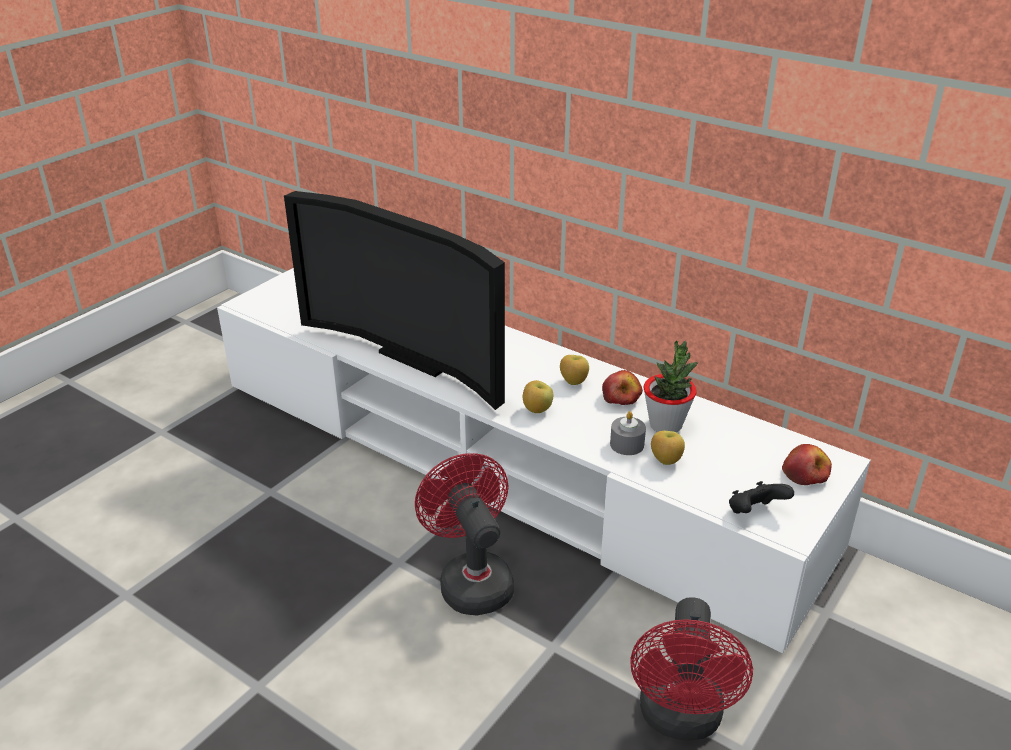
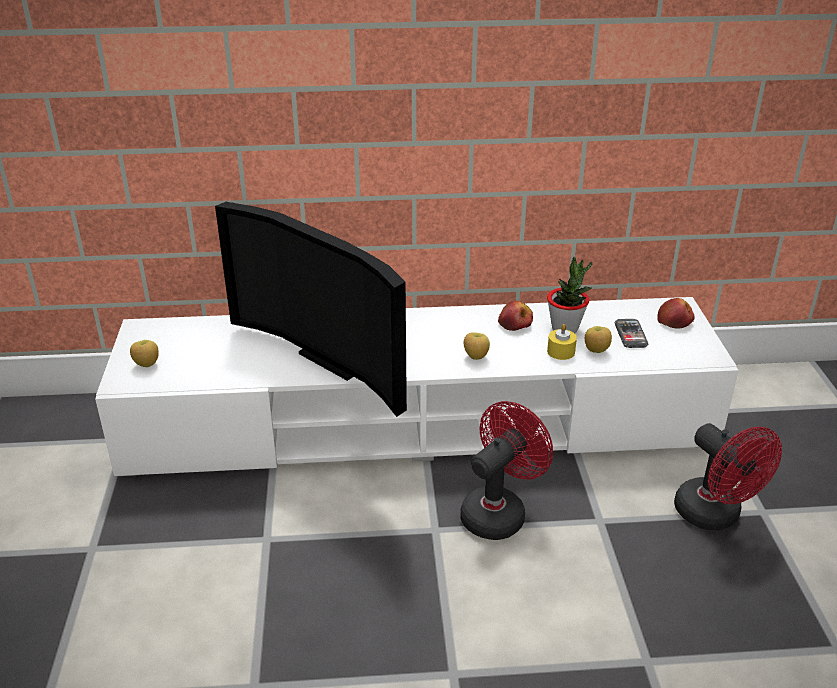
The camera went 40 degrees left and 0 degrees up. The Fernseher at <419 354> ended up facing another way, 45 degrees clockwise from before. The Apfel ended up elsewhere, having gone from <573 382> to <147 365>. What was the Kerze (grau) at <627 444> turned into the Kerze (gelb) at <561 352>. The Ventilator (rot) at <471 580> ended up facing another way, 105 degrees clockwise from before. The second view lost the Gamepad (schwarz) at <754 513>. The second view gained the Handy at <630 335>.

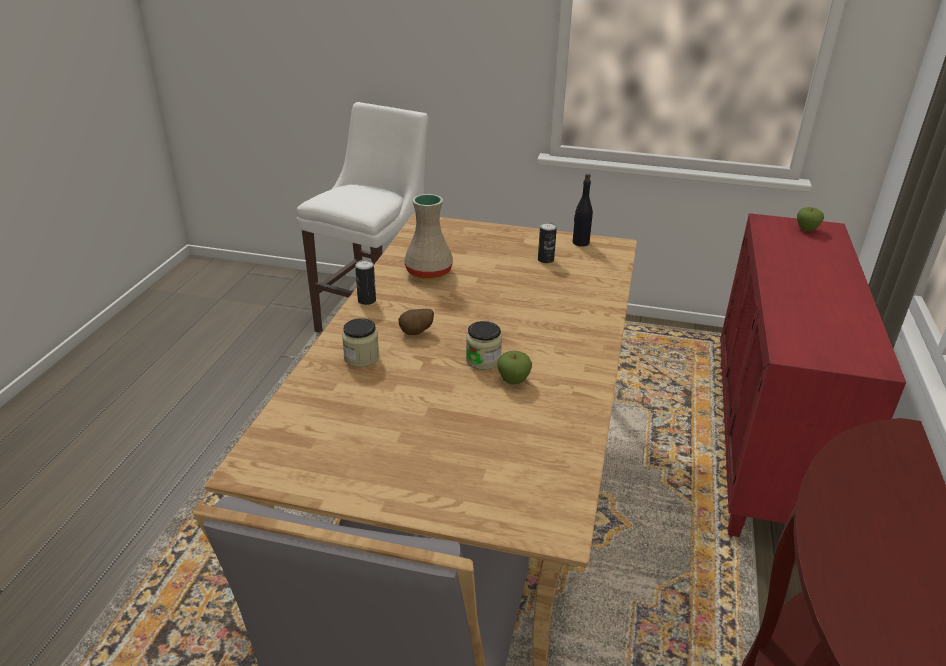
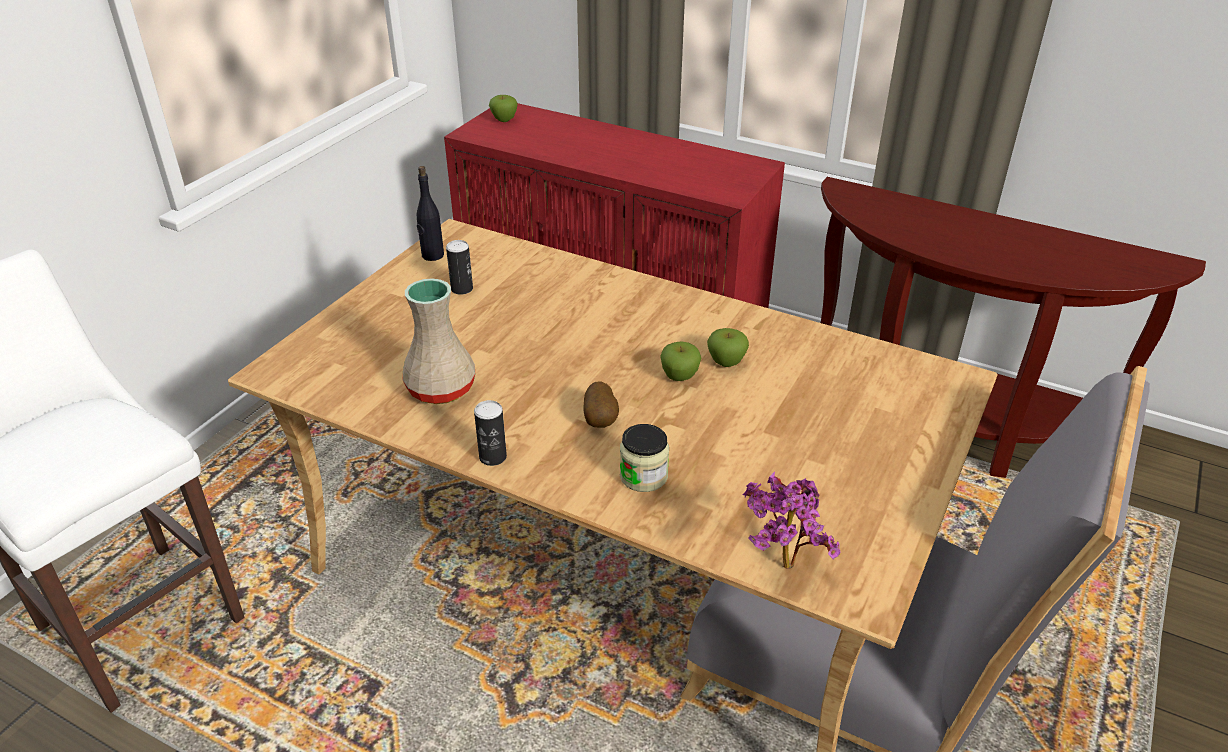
The camera went 75 degrees left and 5 degrees up. Where the Vorratsglas stood at <483 360>, the Apfel came to stand at <679 377>. The second view gained the Topfpflanze at <780 569>.

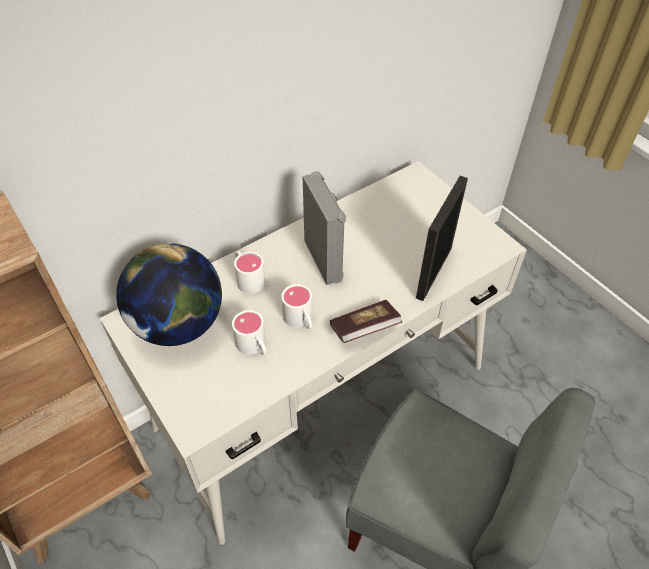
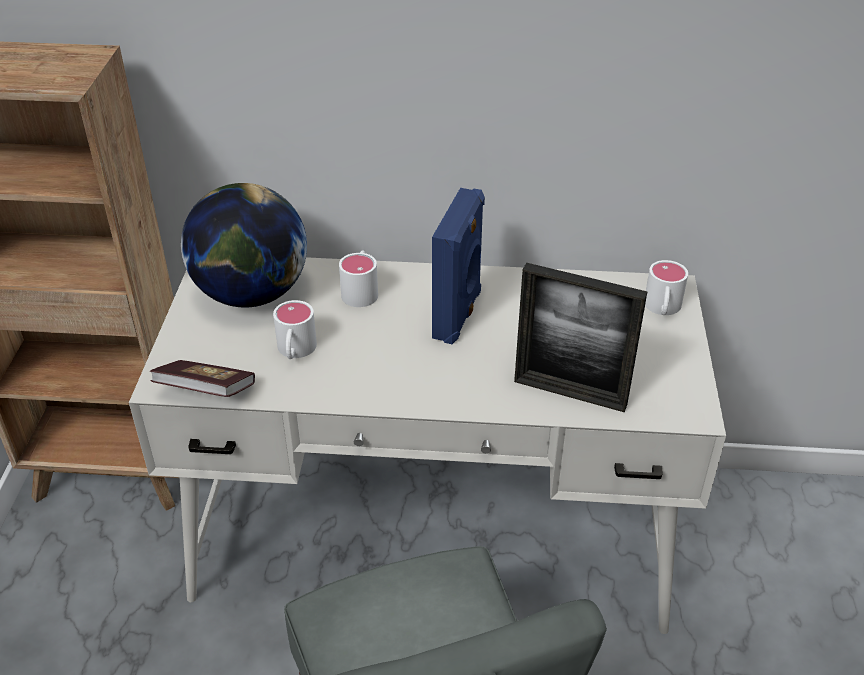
The camera went 40 degrees right and 10 degrees down. What was the Lautsprecher (grau) at <324 260> turned into the Lautsprecher (blau) at <459 315>. The Bilderrahmen at <434 272> ended up facing another way, 135 degrees counterclockwise from before. The Henkelbecher (weiß) ended up elsewhere, having gone from <300 320> to <662 309>. The Buch ended up elsewhere, having gone from <364 329> to <206 392>.

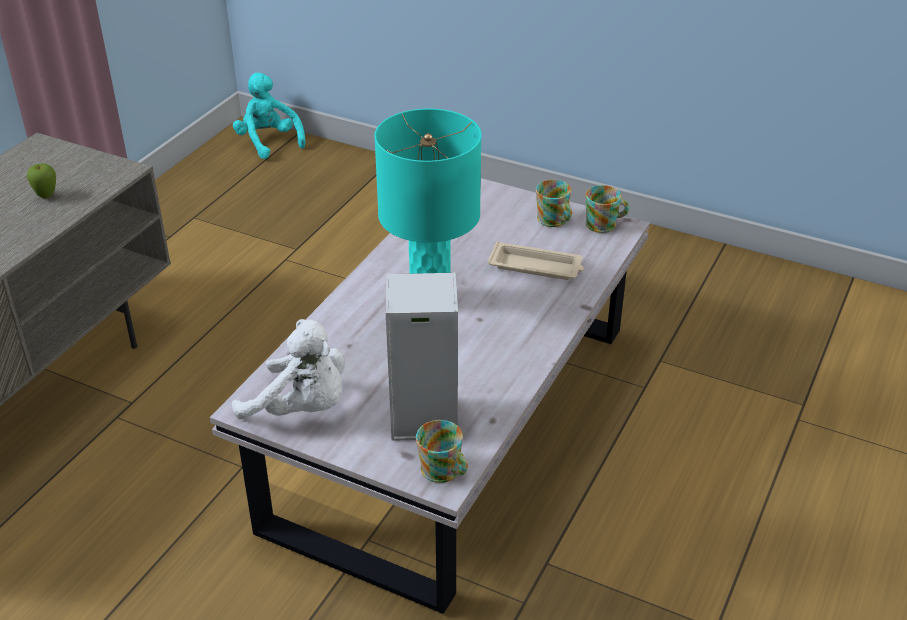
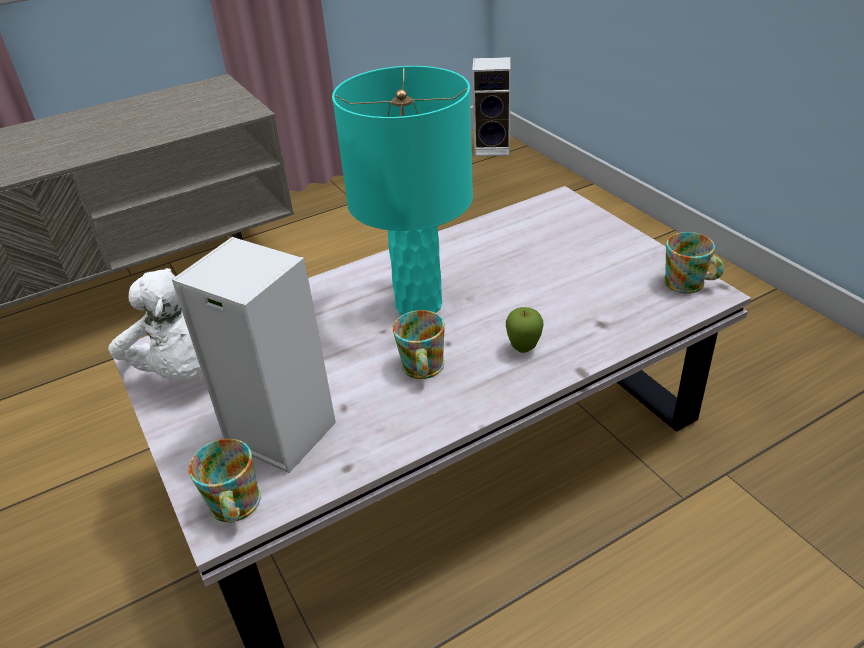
The camera went 35 degrees right and 0 degrees up. Where the Plüschtier (türkis) stood at <268 142>, the Lautsprecher came to stand at <494 148>. The Apfel ended up elsewhere, having gone from <46 196> to <523 349>. The Henkelbecher ended up elsewhere, having gone from <554 221> to <422 369>. The second view lost the Tablett (beige) at <537 267>.

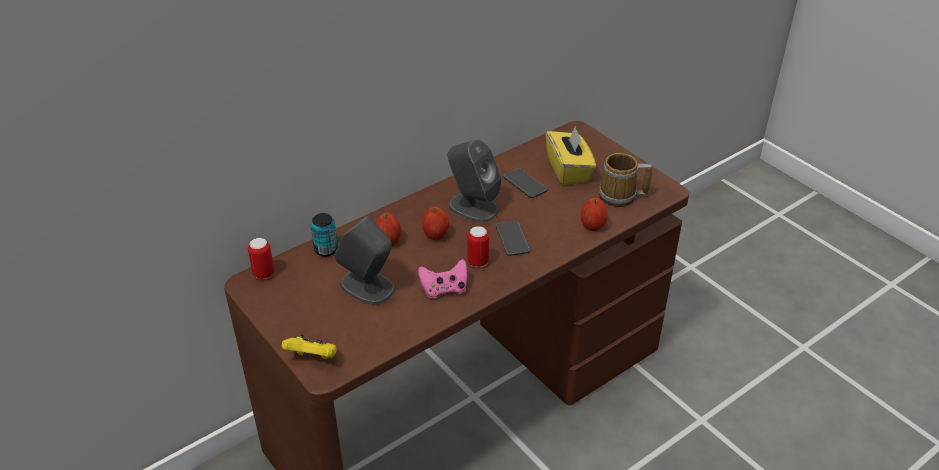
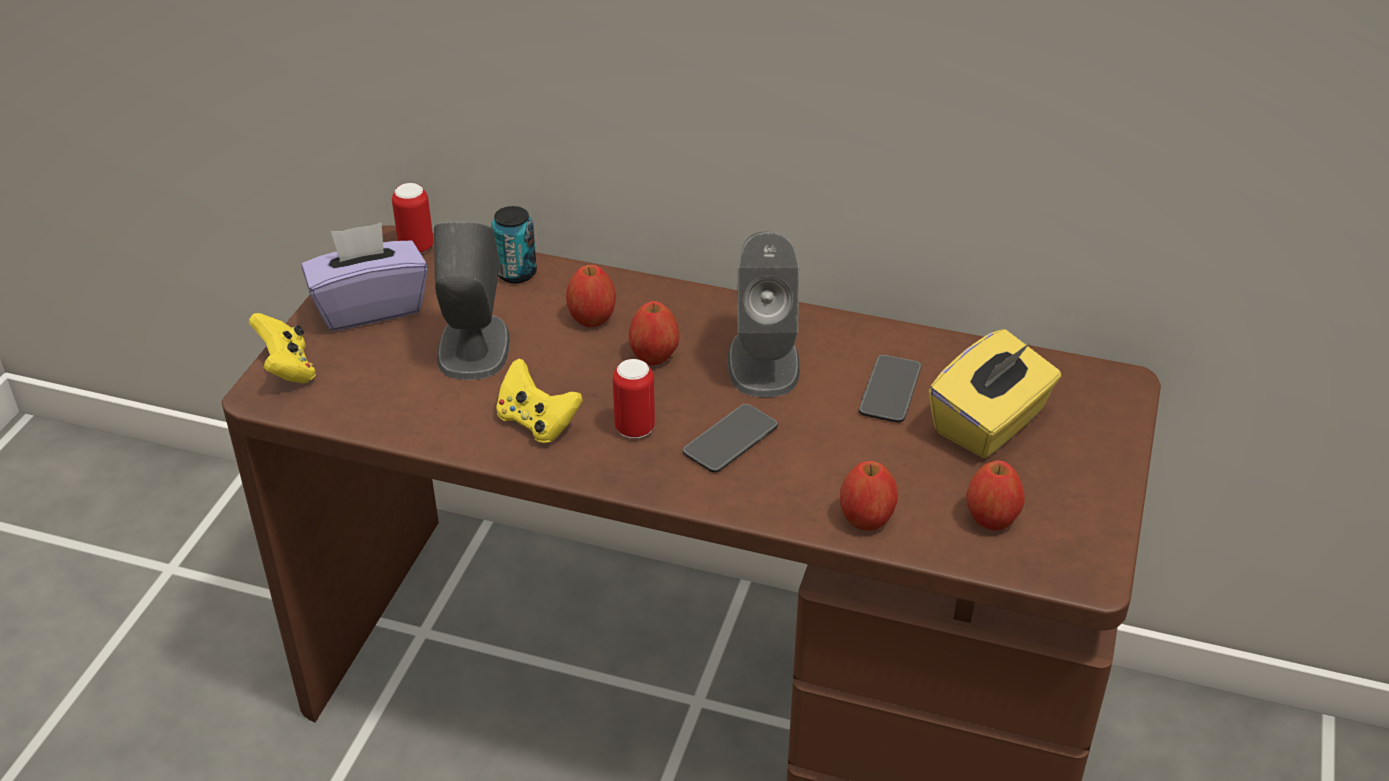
The camera went 55 degrees right and 0 degrees up. Where the Henkelbecher stood at <620 196>, the Apfel came to stand at <991 519>. What was the Gamepad (rosa) at <444 289> turned into the Gamepad (gelb) at <537 423>. The second view gained the Taschentuchbox (lila) at <370 307>.

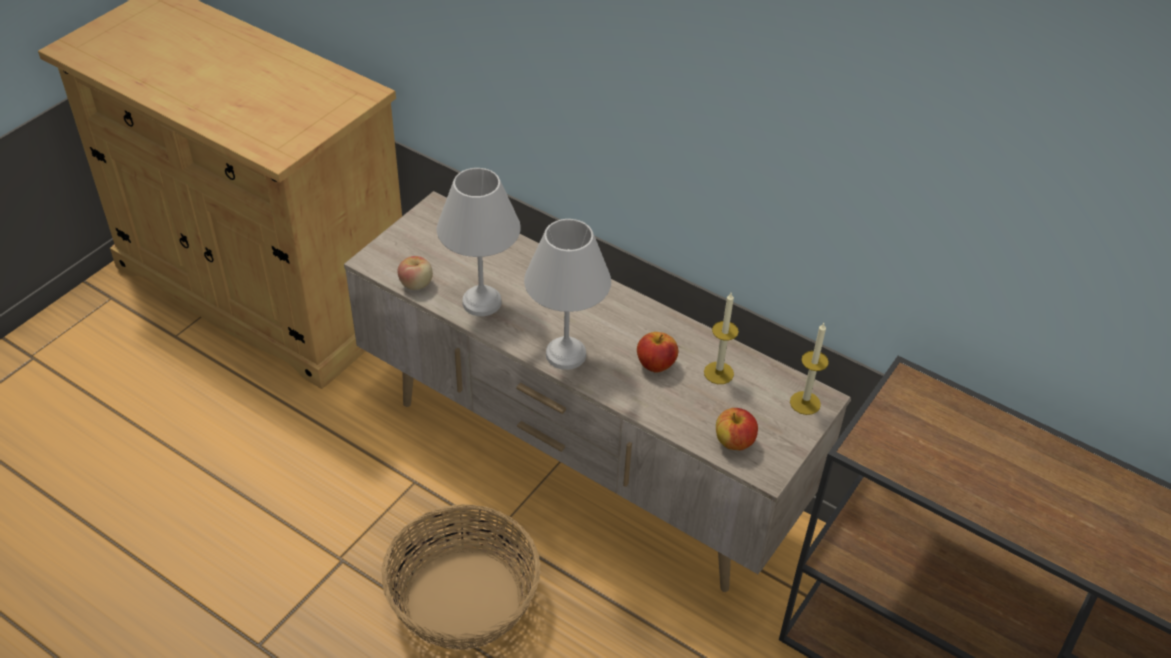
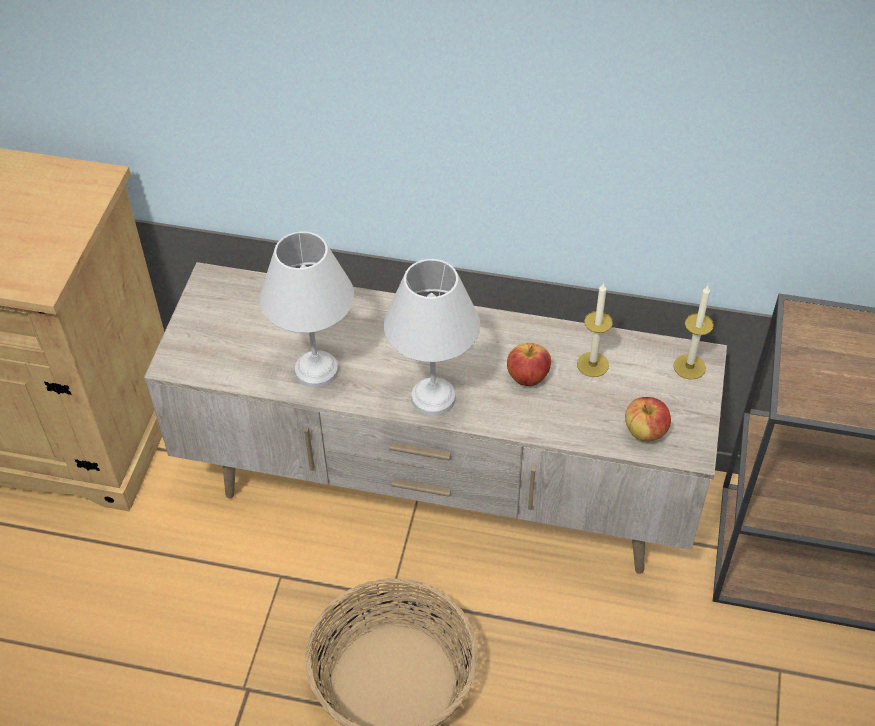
The camera went 20 degrees left and 5 degrees up. The second view lost the Apfel at <416 284>.

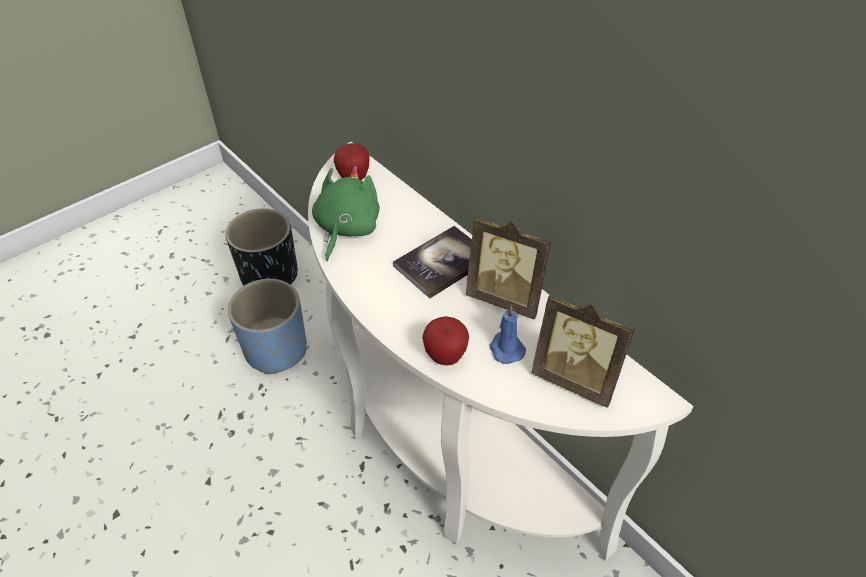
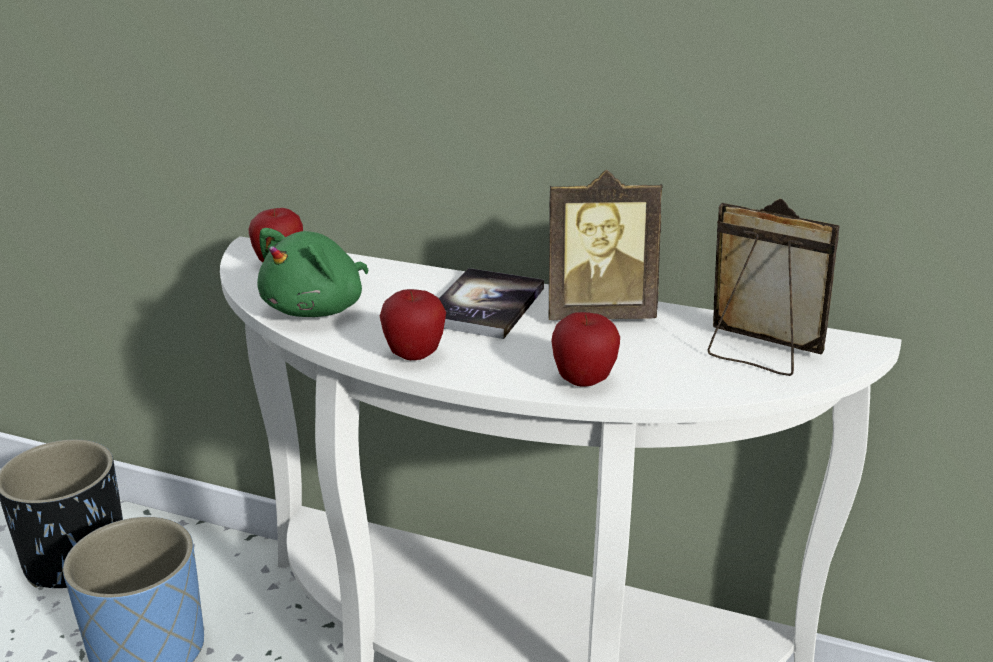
The camera went 30 degrees left and 20 degrees down. The Plüschtier (grün) at <346 229> ended up facing another way, 135 degrees counterclockwise from before. The Bilderrahmen at <576 379> ended up facing another way, 150 degrees counterclockwise from before. The second view lost the Kerze (blau) at <506 348>. The second view gained the Apfel at <414 356>.

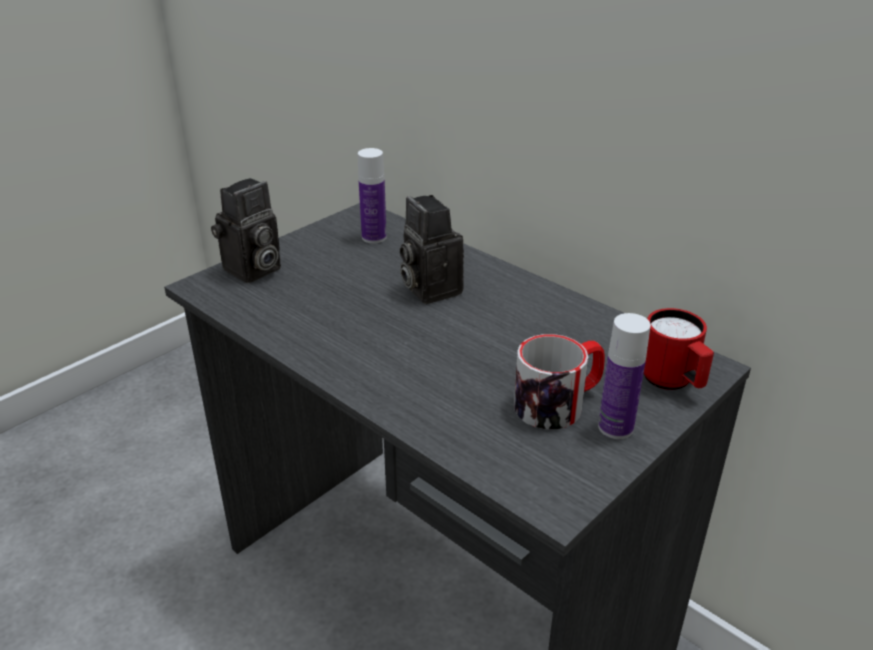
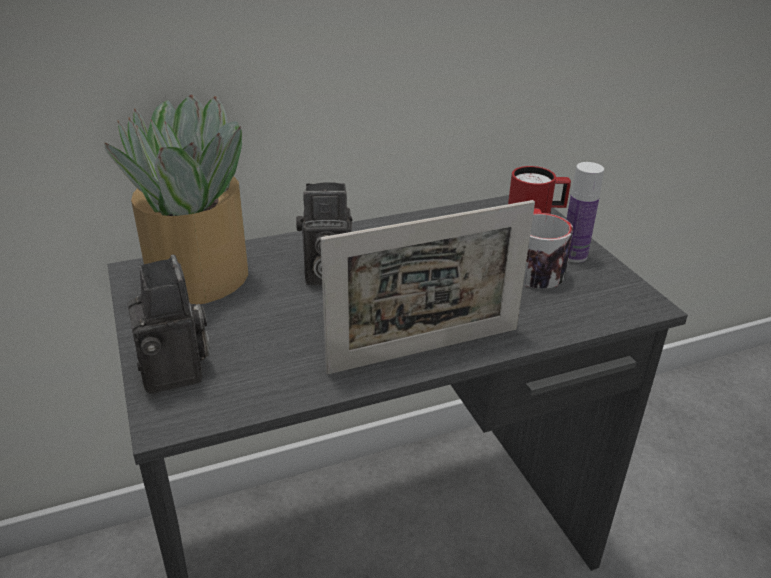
The camera went 65 degrees left and 0 degrees up. Where the Flasche stood at <374 237>, the Topfpflanze came to stand at <197 278>. The second view gained the Bilderrahmen at <425 350>.

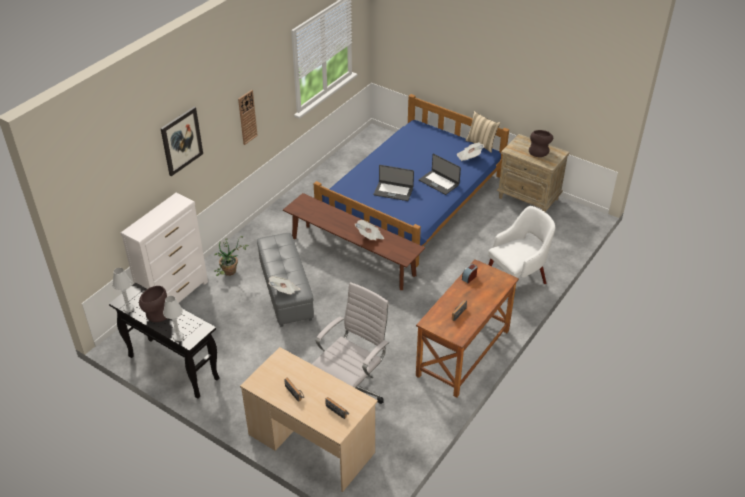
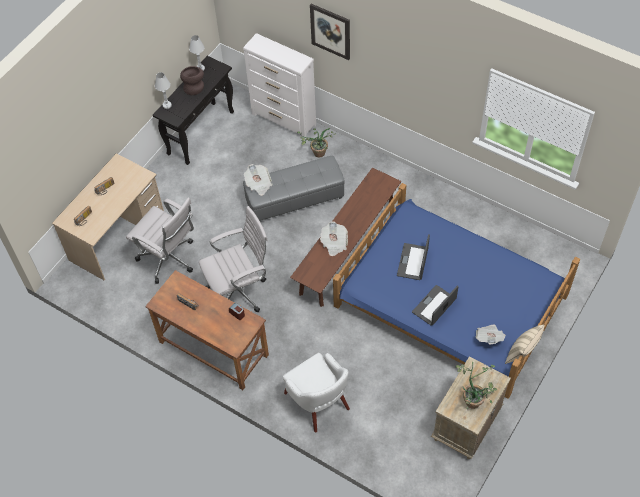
The camera went 90 degrees right and 15 degrees up. The second view lost the Wanduhr at <247 117>. Where the Vase (braun) stood at <539 151>, the Topfpflanze came to stand at <474 398>. The second view gained the Bürostuhl (weiß) at <240 291>.

